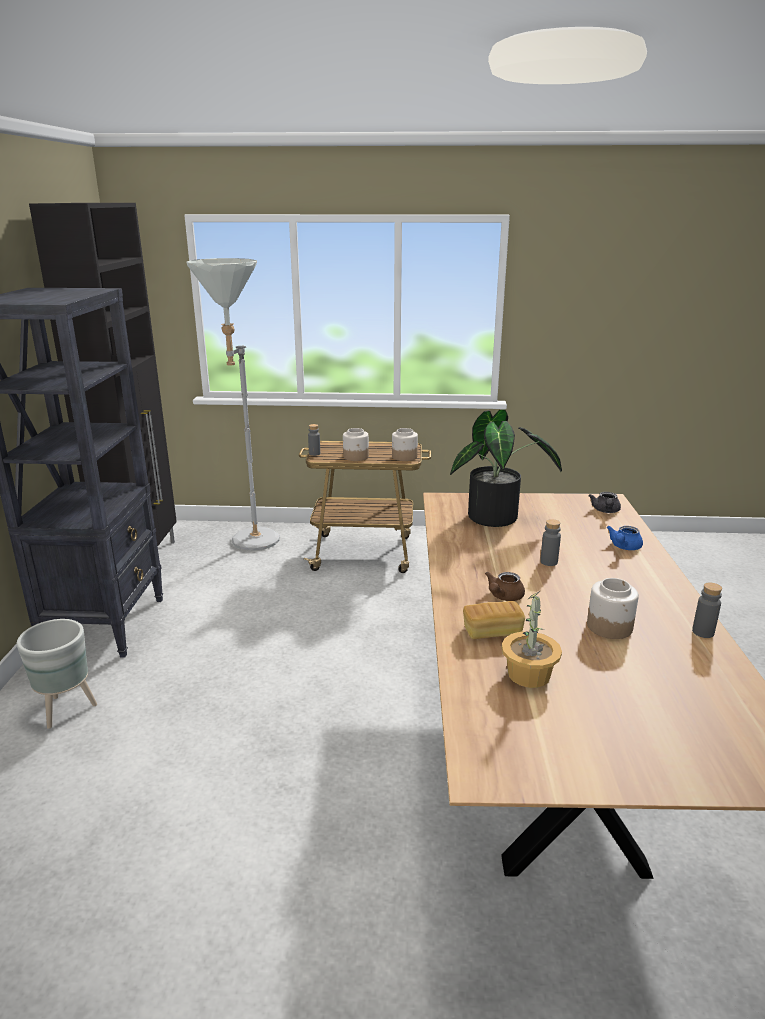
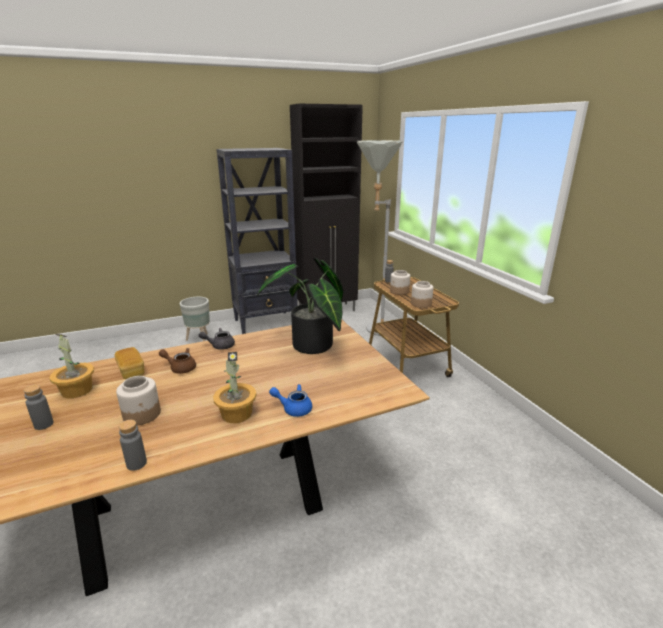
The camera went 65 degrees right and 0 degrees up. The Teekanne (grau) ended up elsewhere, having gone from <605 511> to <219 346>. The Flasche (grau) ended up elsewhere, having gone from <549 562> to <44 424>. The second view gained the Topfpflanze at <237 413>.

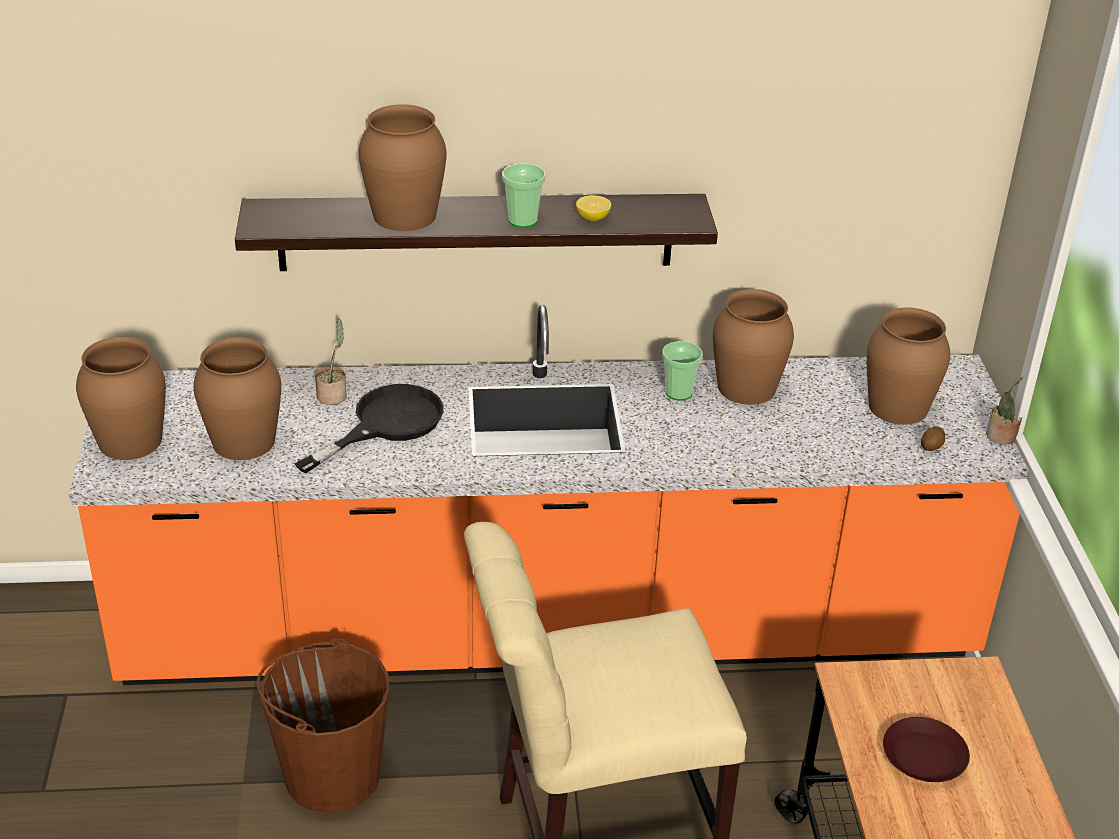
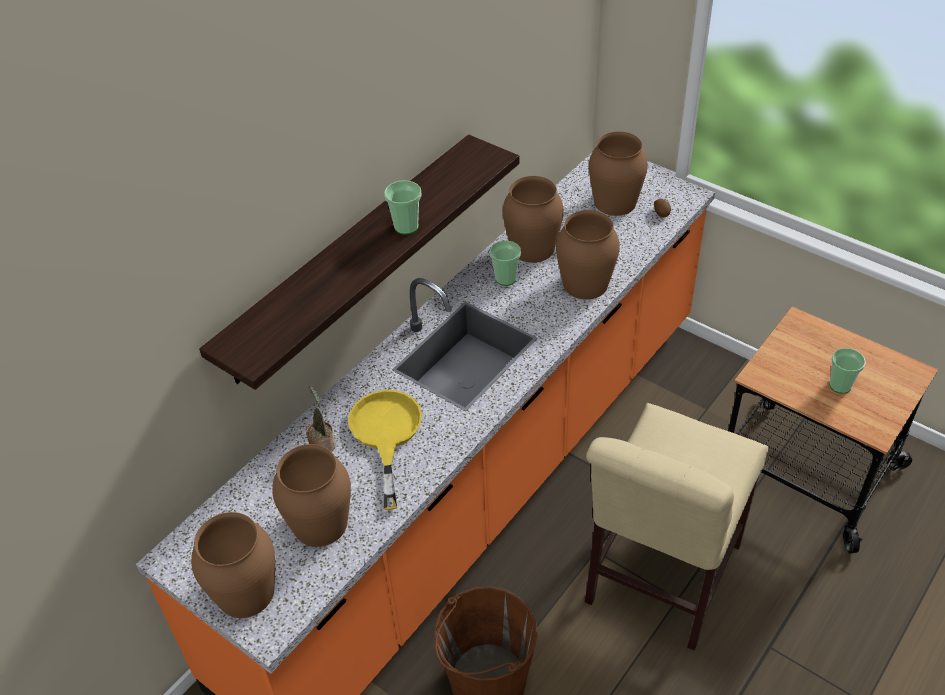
The camera went 45 degrees left and 10 degrees up. The Vase (braun) ended up elsewhere, having gone from <405 216> to <586 283>. The second view lost the Zitrone at <593 218>. The second view lost the Topfpflanze at <1001 437>. What was the Pfanne (schwarz) at <386 424> turned into the Pfanne (gelb) at <386 434>. Where the Teller (braun) stood at <923 757>, the Tasse came to stand at <840 385>.

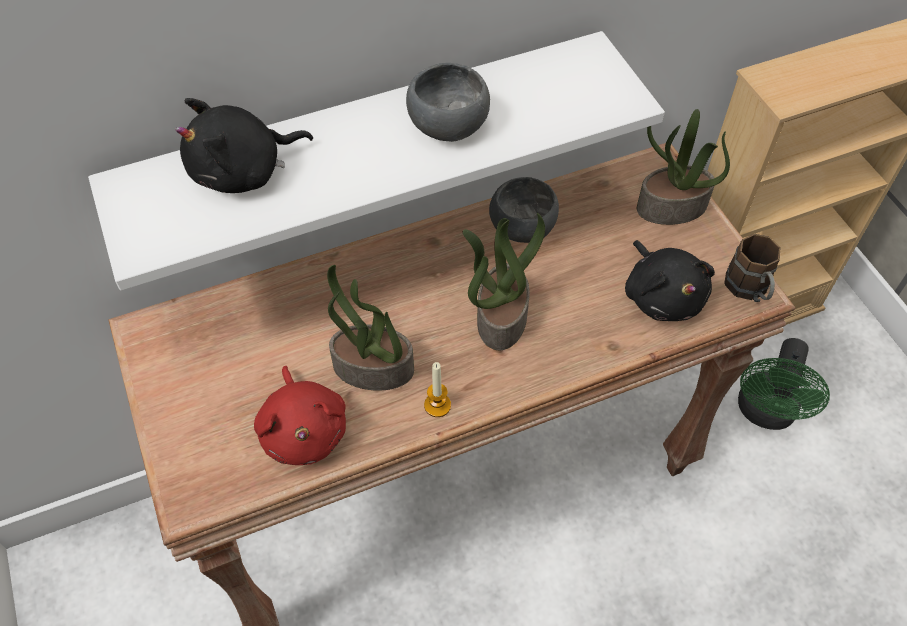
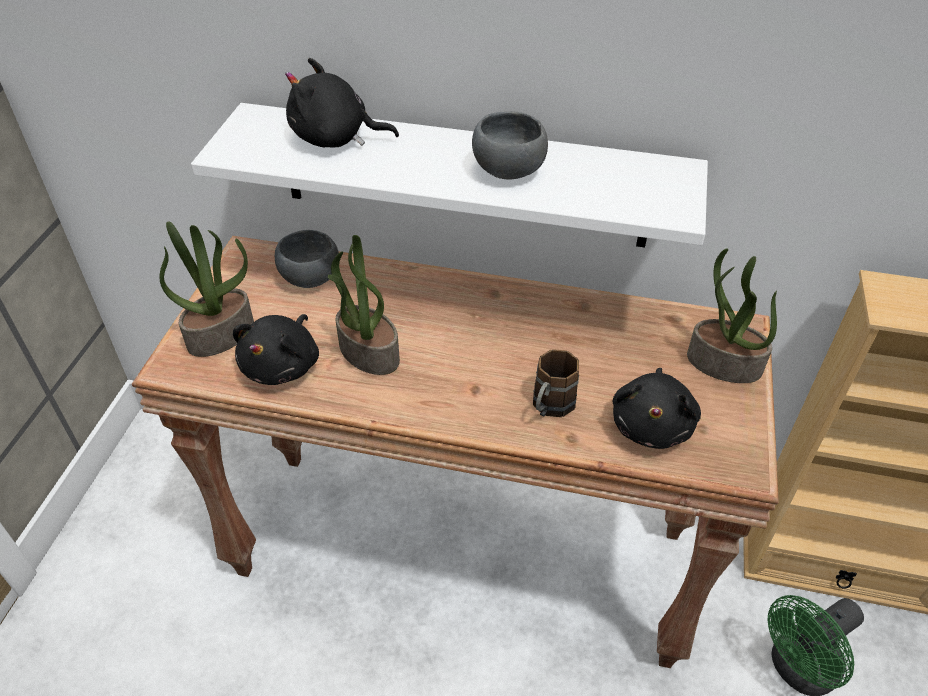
The camera went 35 degrees right and 10 degrees down. The Schüssel (grau) ended up elsewhere, having gone from <523 229> to <310 279>. The Topfpflanze ended up elsewhere, having gone from <500 316> to <221 334>. The Henkelbecher (braun) ended up elsewhere, having gone from <749 291> to <549 408>. The second view lost the Kerze at <437 405>. What was the Plüschtier (rot) at <304 430> turned into the Plüschtier (schwarz) at <283 365>.

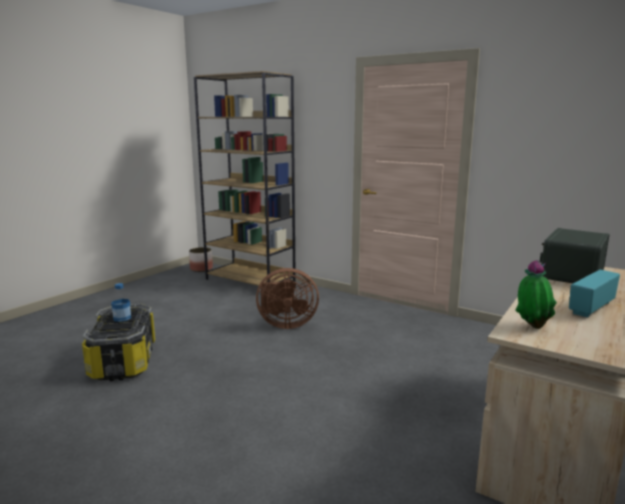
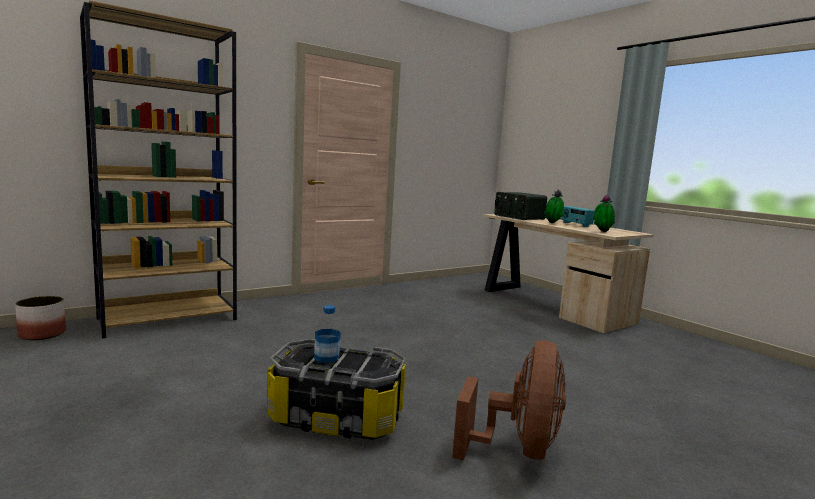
The camera went 70 degrees left and 5 degrees down. The Ventilator (braun) ended up elsewhere, having gone from <285 324> to <518 449>. The second view gained the Topfpflanze at <552 223>.

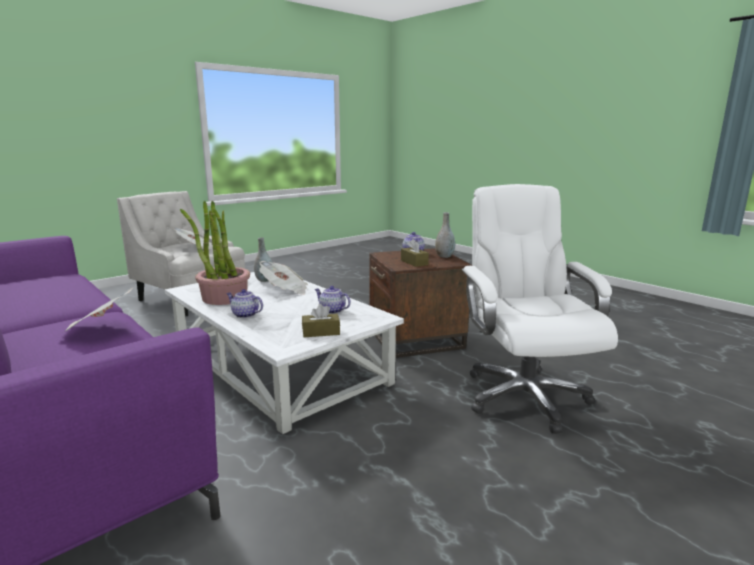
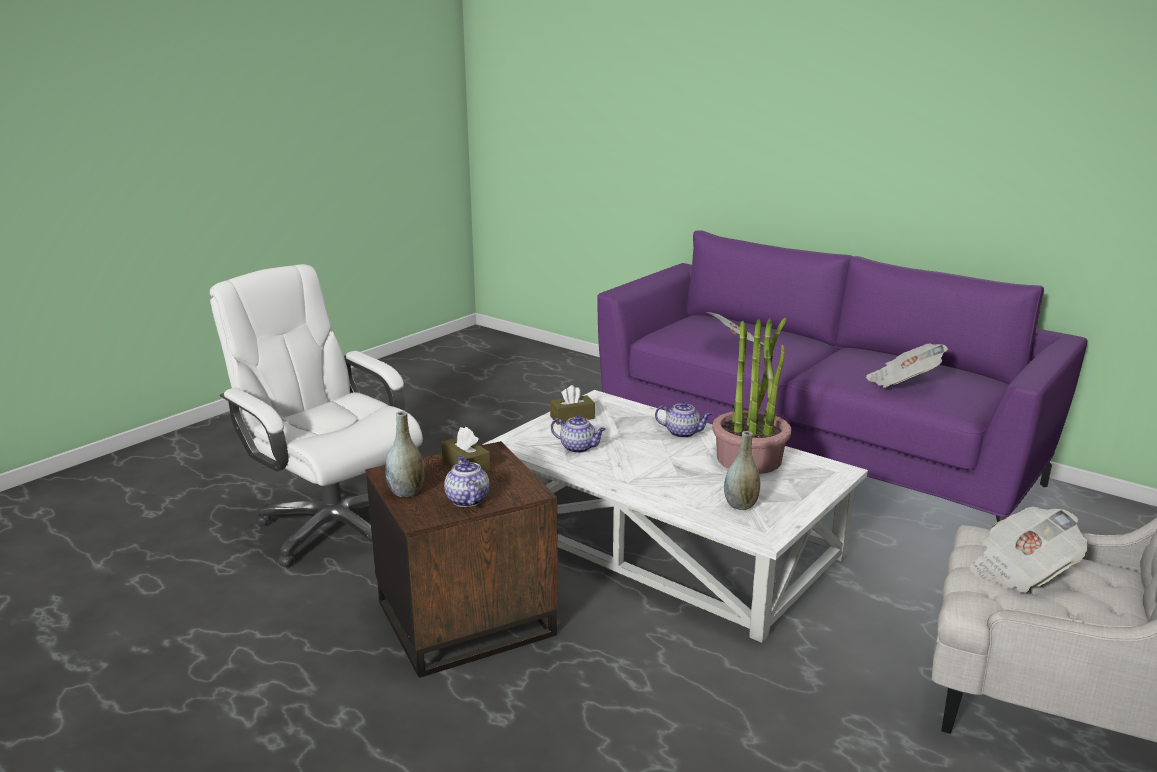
The camera went 170 degrees right and 5 degrees up. The Bürostuhl (weiß) at <524 396> ended up facing another way, 150 degrees clockwise from before. The Zeitung ended up elsewhere, having gone from <285 290> to <903 383>.

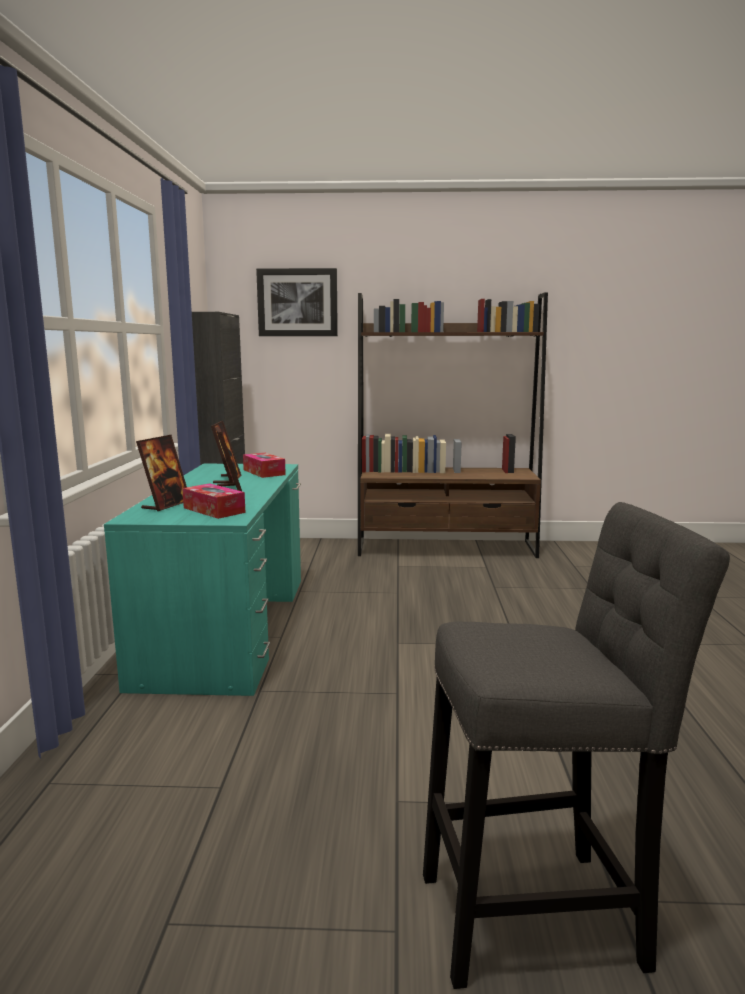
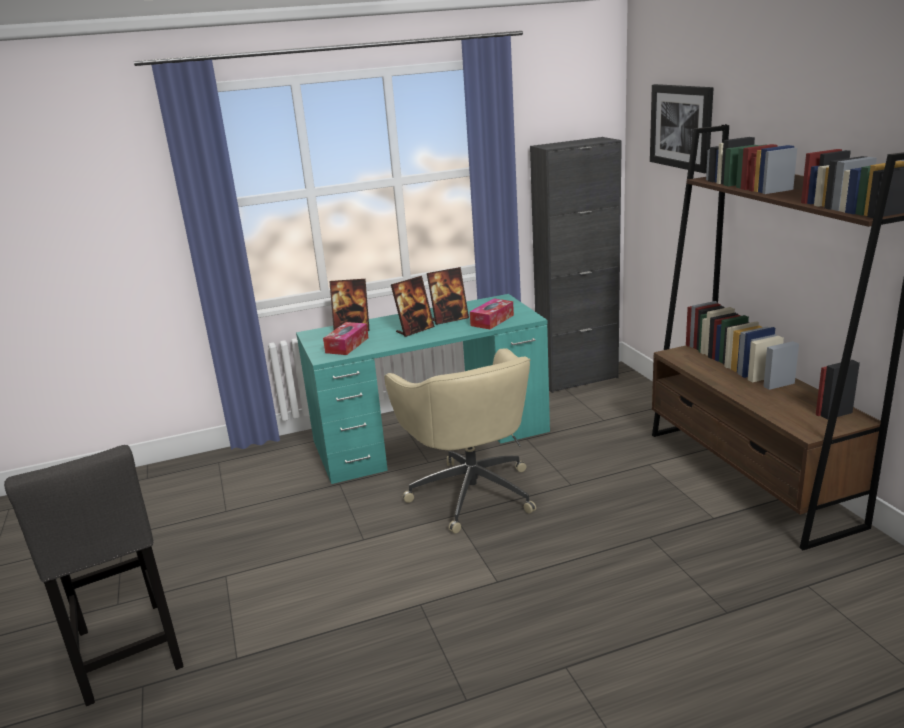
The camera went 70 degrees right and 10 degrees up. The second view gained the Bürostuhl (beige) at <471 491>.

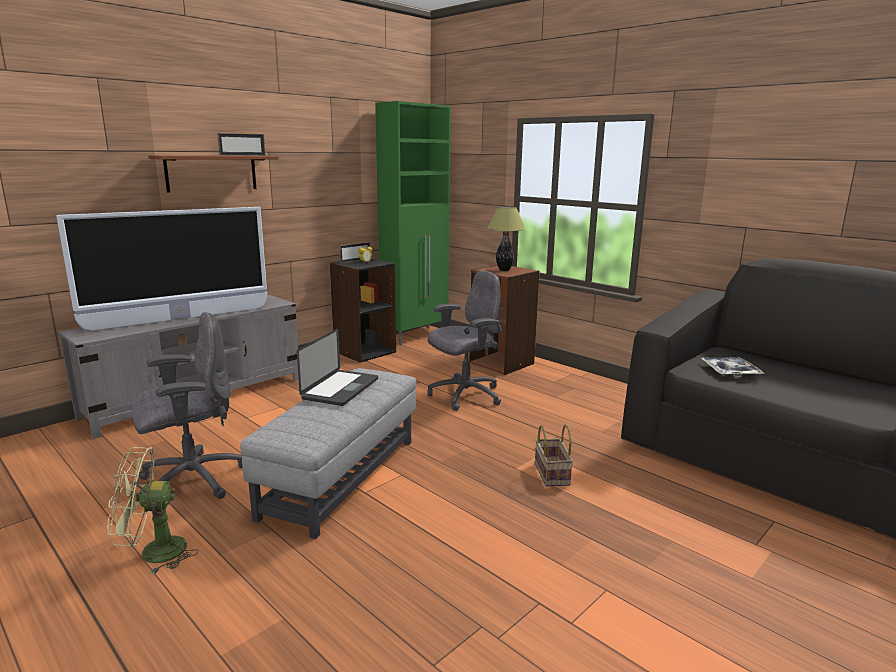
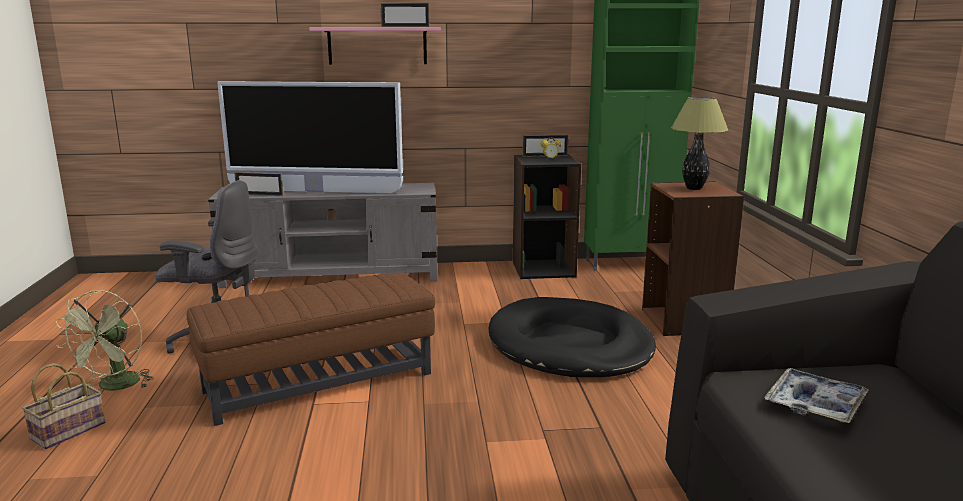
The camera went 40 degrees right and 0 degrees up. What was the Wandregal (braun) at <211 173> turned into the Wandregal (rosa) at <377 45>. Where the Bürostuhl (grau) stood at <464 396>, the Hundebett (schwarz) came to stand at <569 345>. The second view lost the Laptop at <340 389>. What was the Polsterhocker (grau) at <341 477> turned into the Polsterhocker (braun) at <319 382>. The Korb ended up elsewhere, having gone from <550 473> to <69 430>. The Ventilator (grün) at <153 553> ended up facing another way, 105 degrees counterclockwise from before. The second view gained the Bilderrahmen at <259 195>.

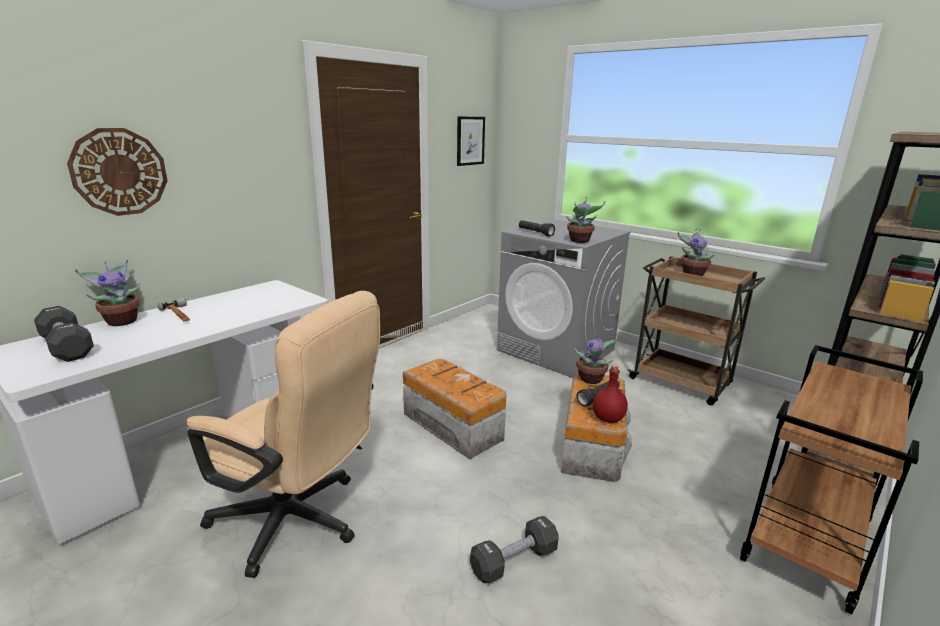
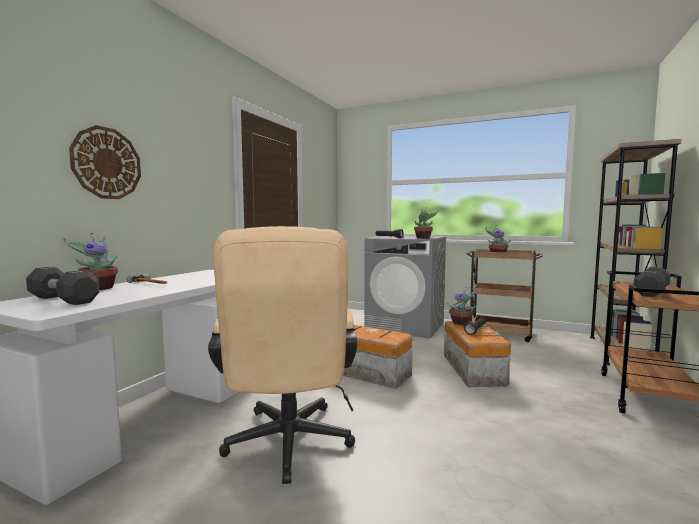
The camera went 15 degrees left and 15 degrees down. The second view lost the Bild at <470 141>. The Bürostuhl (beige) at <299 522> ended up facing another way, 75 degrees clockwise from before. The second view lost the Flasche (rot) at <607 418>. The Hantel (schwarz) ended up elsewhere, having gone from <514 561> to <651 292>.

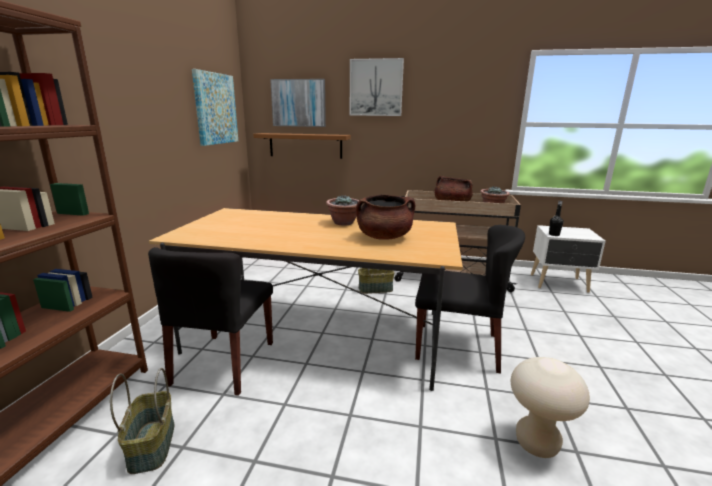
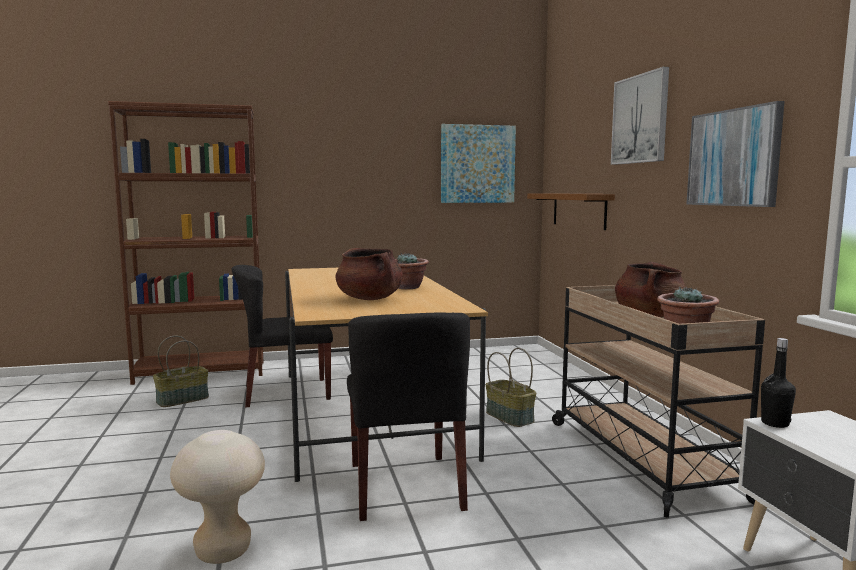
The camera went 65 degrees right and 10 degrees down. The Bild ended up elsewhere, having gone from <298 103> to <733 158>.

